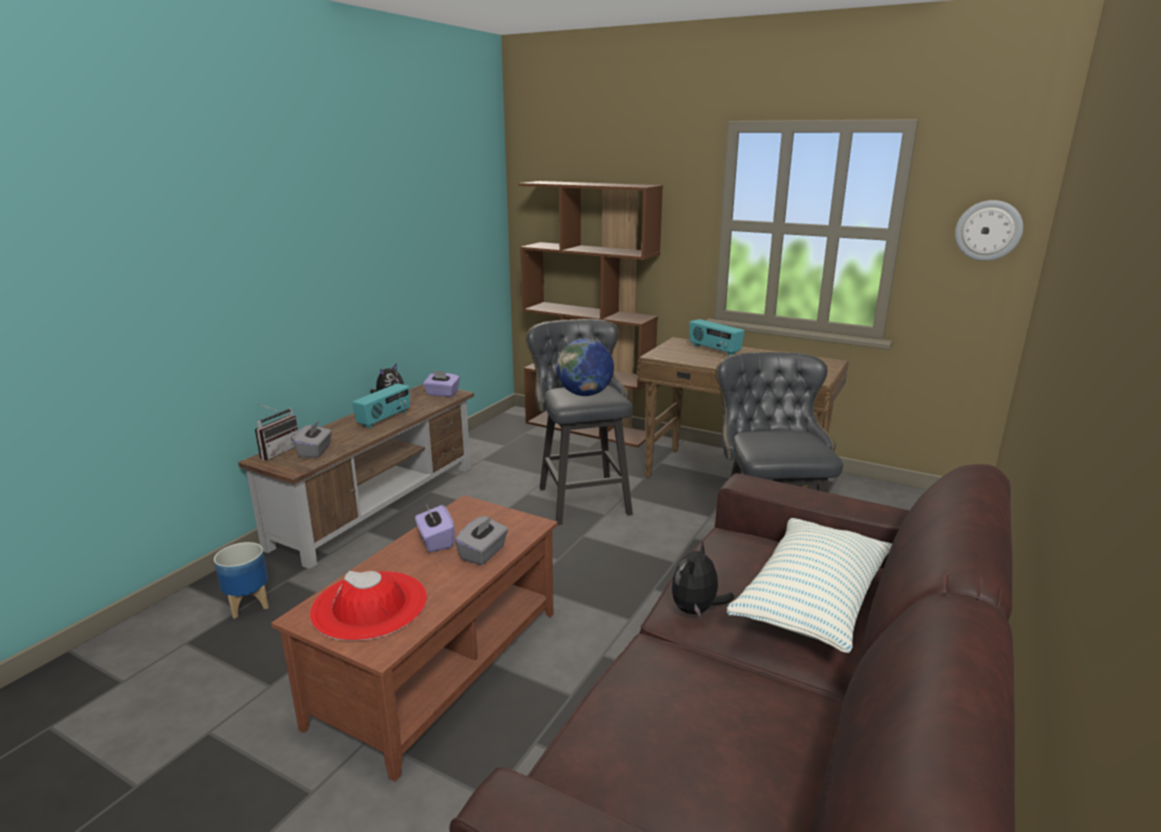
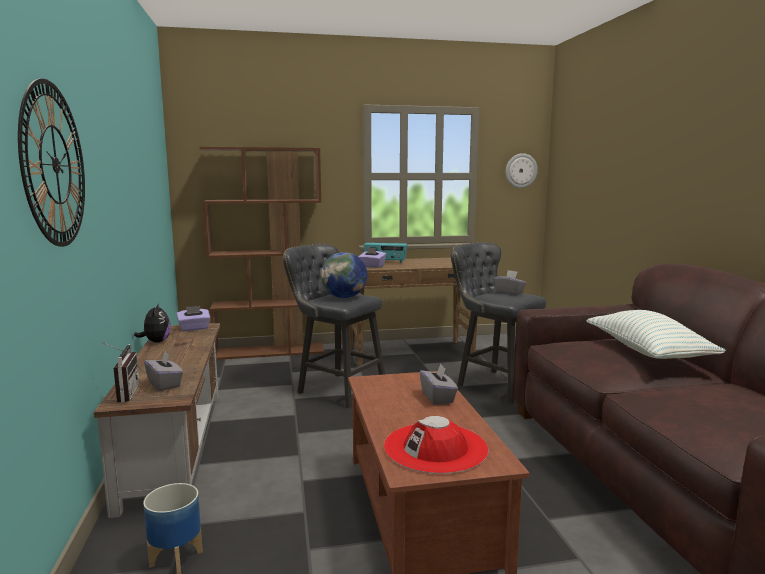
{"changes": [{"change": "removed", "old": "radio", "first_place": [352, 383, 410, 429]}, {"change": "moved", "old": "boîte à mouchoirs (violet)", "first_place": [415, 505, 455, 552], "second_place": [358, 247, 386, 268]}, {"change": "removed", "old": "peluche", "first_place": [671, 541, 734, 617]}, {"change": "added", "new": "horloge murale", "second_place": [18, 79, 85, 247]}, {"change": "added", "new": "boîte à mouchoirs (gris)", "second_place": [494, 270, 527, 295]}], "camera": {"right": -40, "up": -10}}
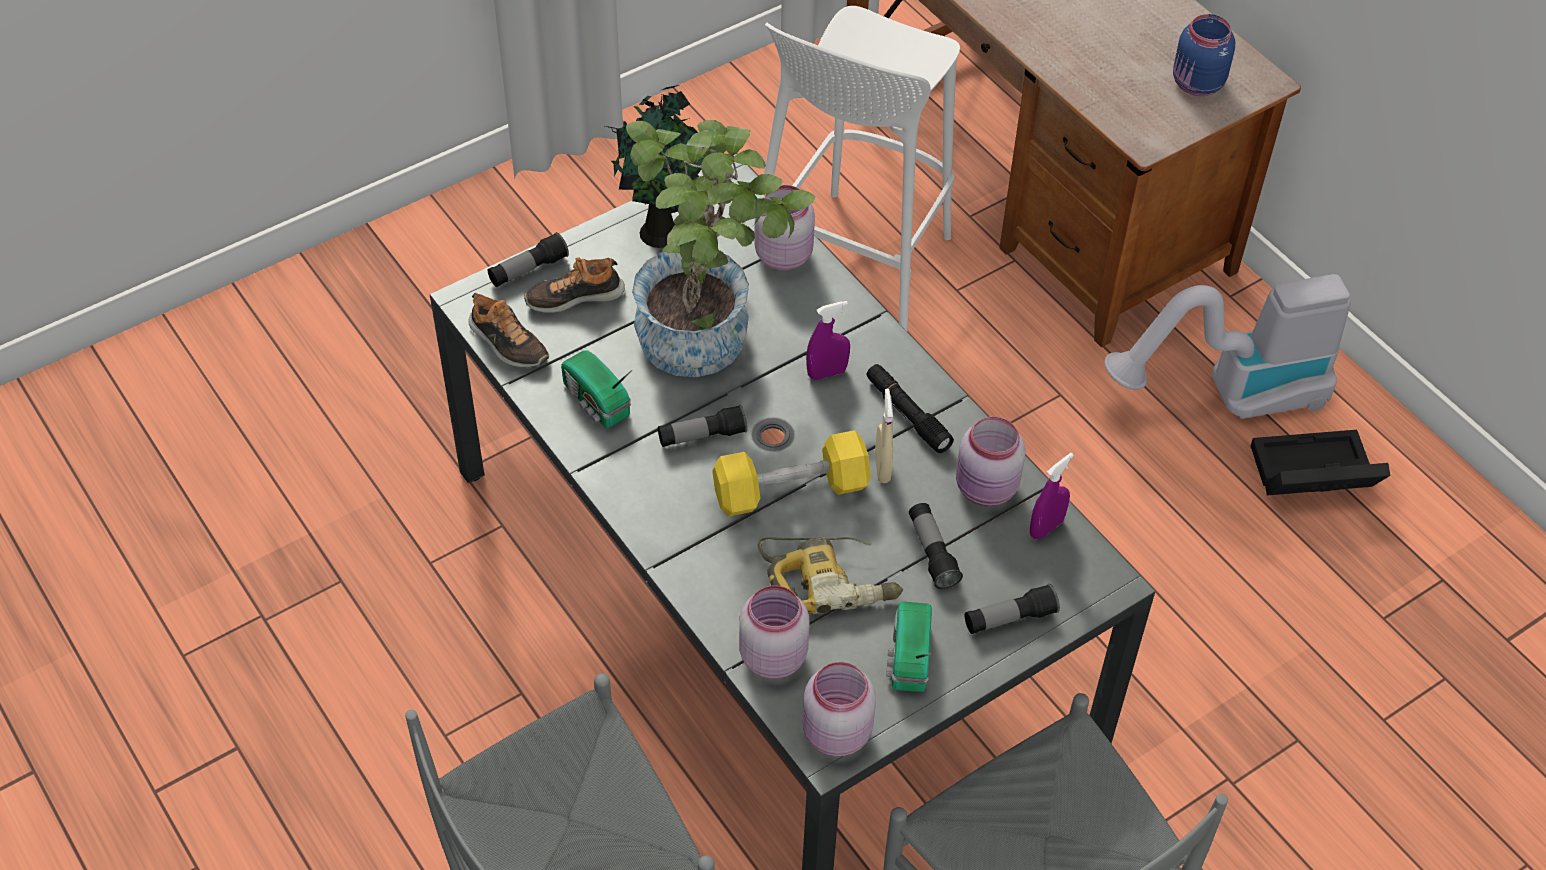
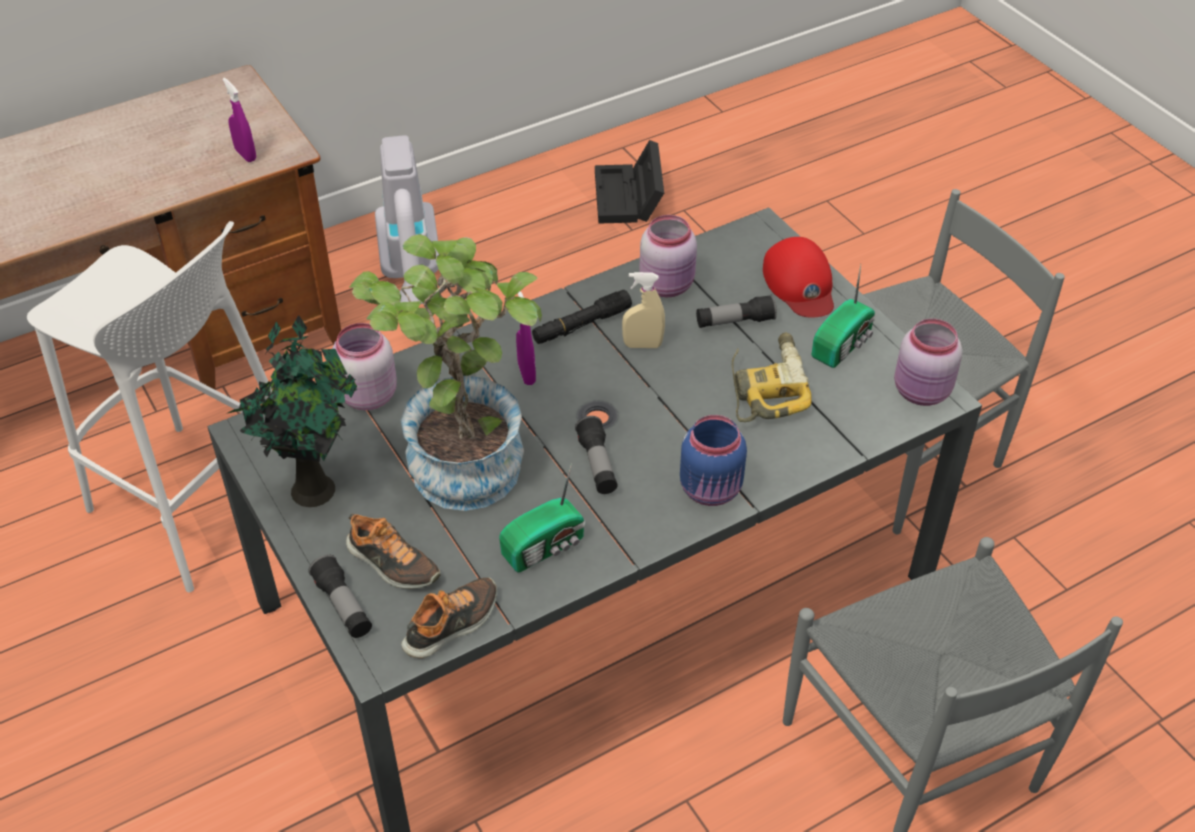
{"changes": [{"change": "moved", "old": "bocal (bleu)", "first_place": [1173, 14, 1235, 96], "second_place": [680, 415, 747, 506]}, {"change": "turned", "old": "chaussure", "first_place": [524, 258, 625, 313], "second_place": [346, 514, 441, 589], "degrees": -45}, {"change": "removed", "old": "haltère (jaune)", "first_place": [712, 430, 871, 517]}, {"change": "moved", "old": "boîte de rangement (noir)", "first_place": [1251, 430, 1390, 495], "second_place": [595, 140, 664, 224]}, {"change": "moved", "old": "vaporisateur (violet)", "first_place": [1030, 453, 1074, 540], "second_place": [223, 78, 256, 162]}, {"change": "replaced", "old": "lampe de poche", "new": "casquette (rouge)", "first_place": [965, 584, 1060, 634], "second_place": [763, 237, 834, 318]}, {"change": "removed", "old": "bocal (rose)", "first_place": [739, 586, 809, 679]}, {"change": "turned", "old": "radio", "first_place": [886, 601, 932, 692], "second_place": [812, 265, 875, 368], "degrees": -60}], "camera": {"right": -85, "up": -5}}
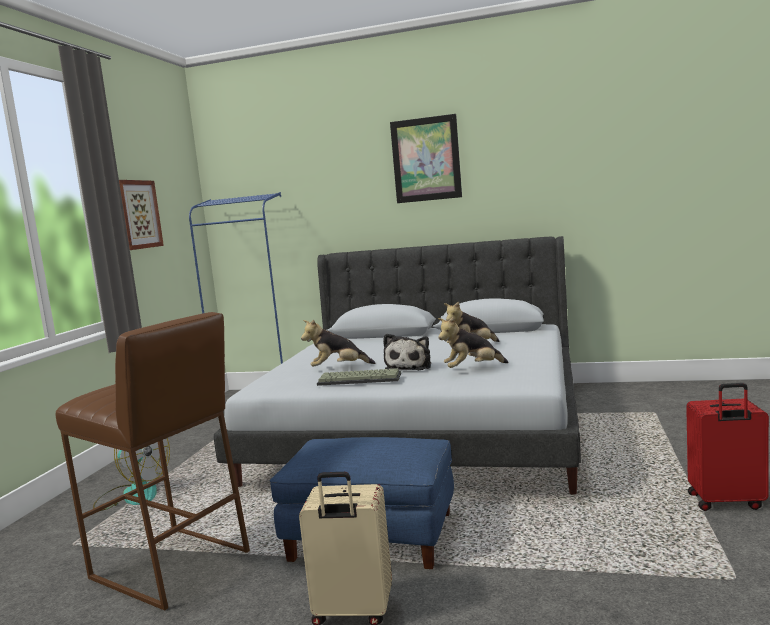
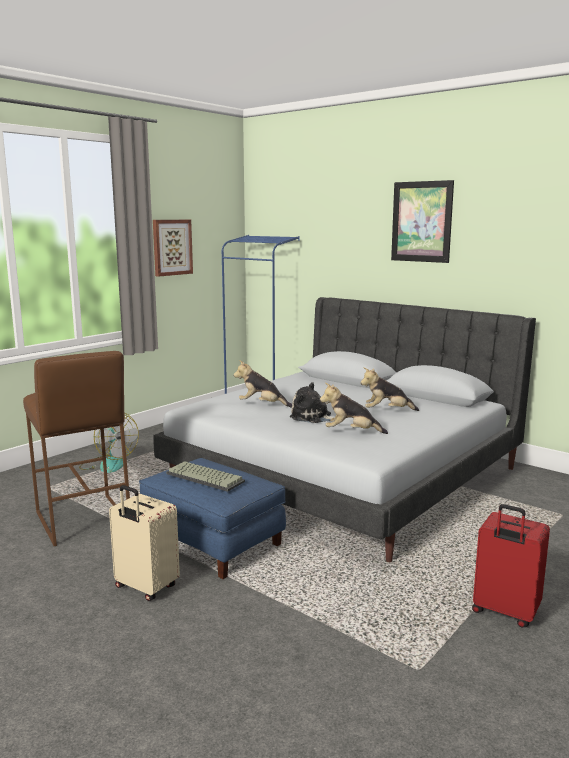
{"changes": [{"change": "turned", "old": "peluche", "first_place": [383, 334, 431, 371], "second_place": [290, 382, 335, 423], "degrees": 75}, {"change": "moved", "old": "clavier", "first_place": [317, 368, 401, 386], "second_place": [166, 461, 245, 492]}], "camera": {"right": 25, "up": 5}}
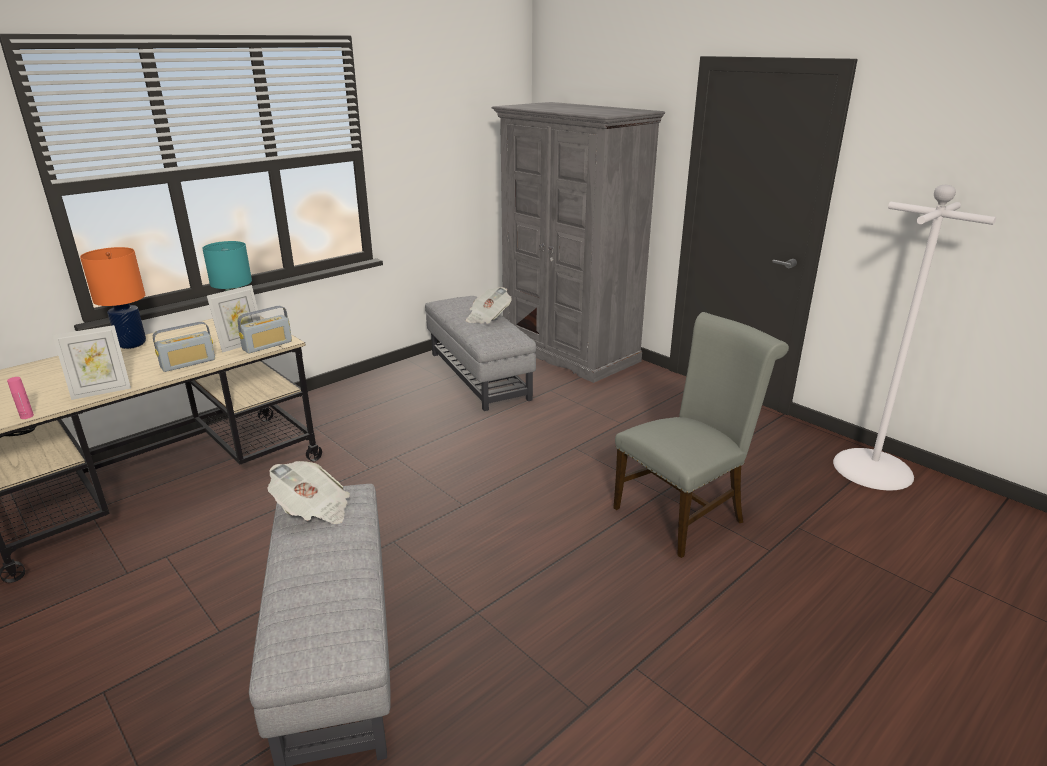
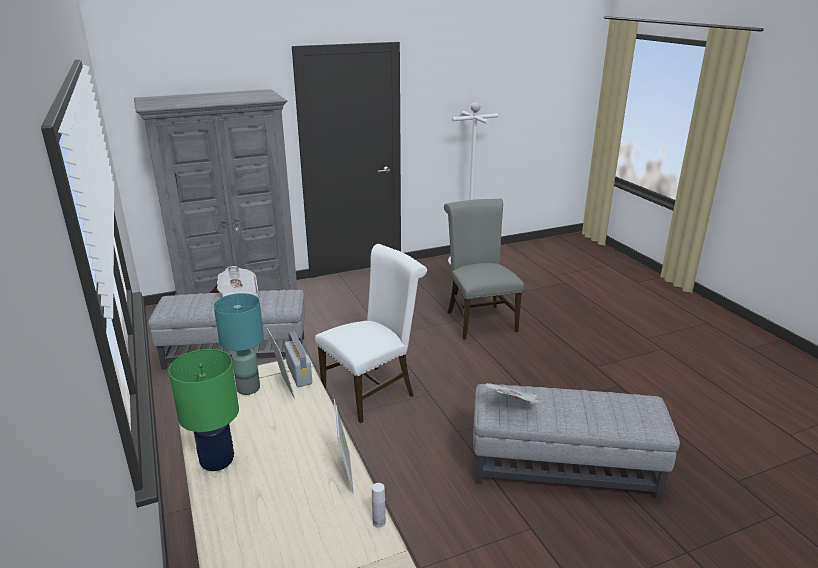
{"changes": [{"change": "recoloured", "old": "lampe de table (orange)", "new": "lampe de table (vert)", "first_place": [80, 247, 146, 349], "second_place": [169, 349, 239, 471]}, {"change": "removed", "old": "radio", "first_place": [153, 322, 215, 372]}, {"change": "recoloured", "old": "bouteille (rose)", "new": "bouteille (blanc)", "first_place": [7, 377, 34, 419], "second_place": [372, 483, 386, 528]}, {"change": "added", "new": "chaise (blanc)", "second_place": [315, 244, 427, 423]}], "camera": {"right": -70, "up": 0}}
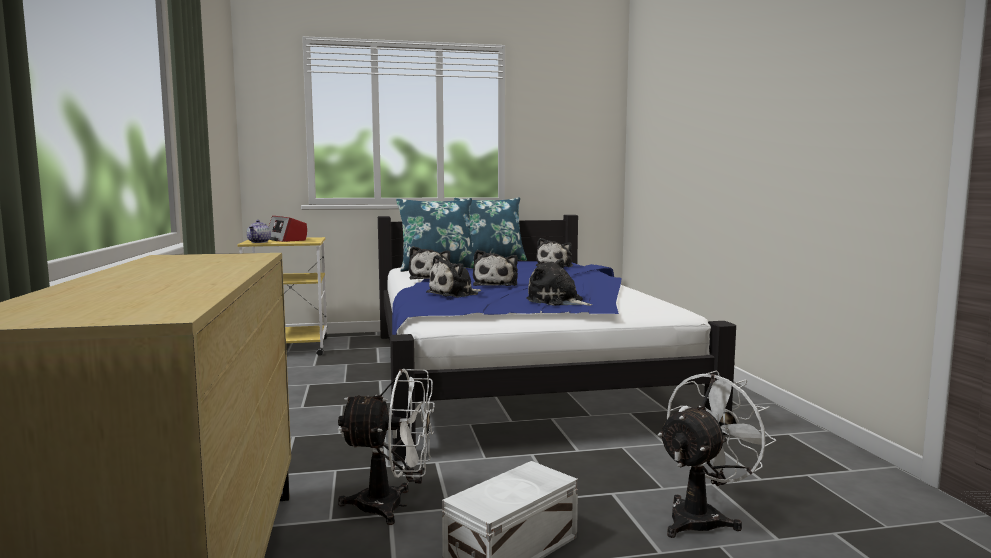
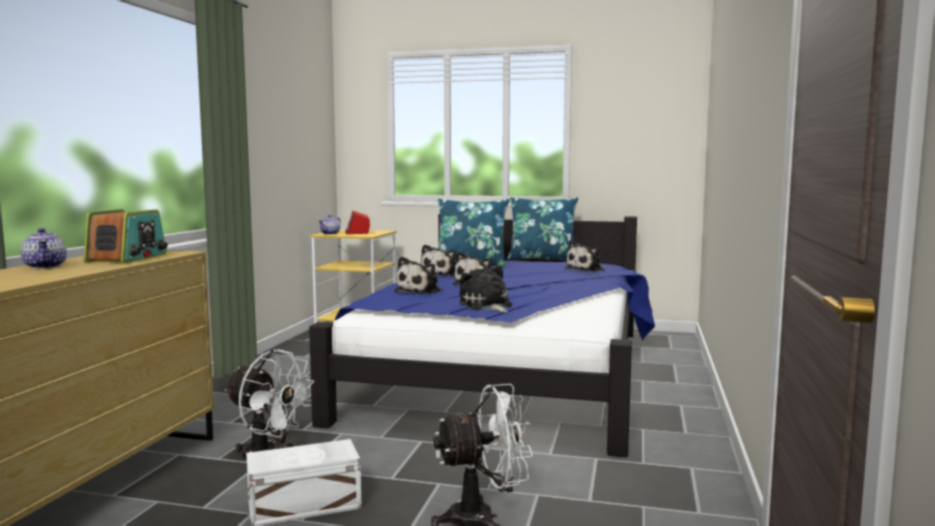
{"changes": [{"change": "turned", "old": "peluche", "first_place": [426, 255, 482, 298], "second_place": [394, 257, 443, 295], "degrees": -45}, {"change": "added", "new": "radio", "second_place": [84, 209, 168, 263]}, {"change": "added", "new": "théière", "second_place": [20, 228, 67, 269]}], "camera": {"right": 25, "up": 0}}
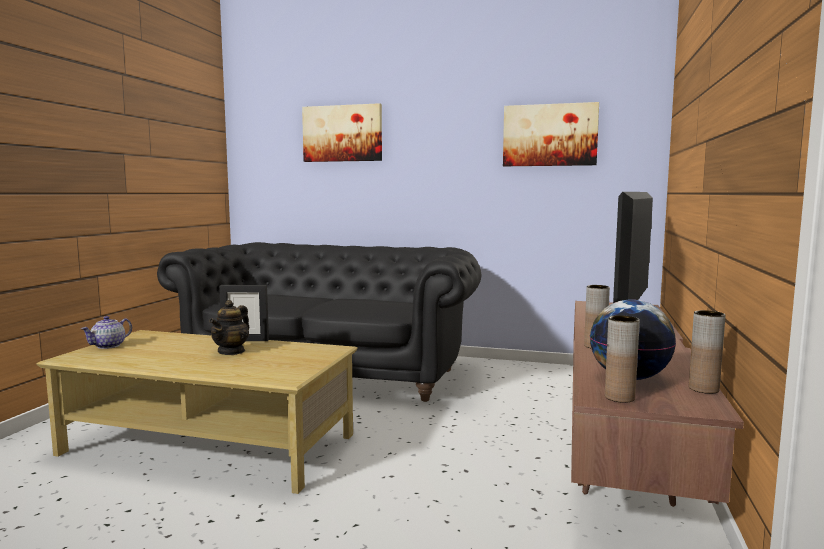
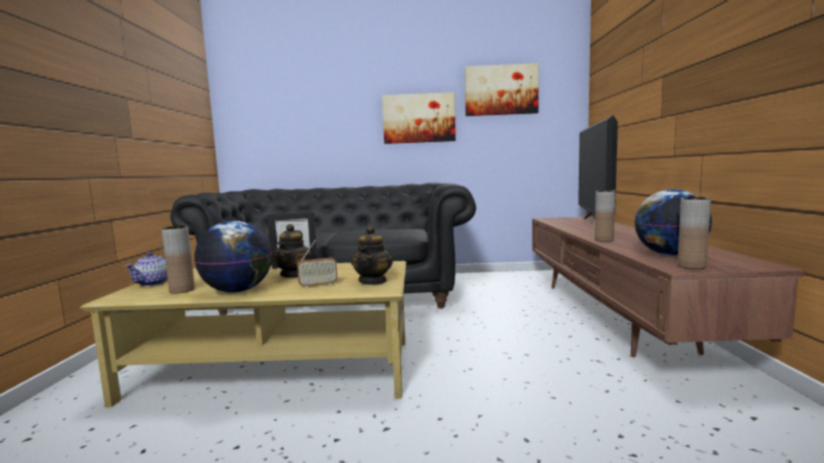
{"changes": [{"change": "moved", "old": "tableau", "first_place": [302, 103, 382, 162], "second_place": [382, 92, 456, 144]}, {"change": "moved", "old": "vase (marron)", "first_place": [689, 310, 726, 394], "second_place": [162, 226, 195, 294]}, {"change": "added", "new": "globe", "second_place": [194, 221, 272, 293]}, {"change": "added", "new": "théière", "second_place": [351, 226, 393, 285]}, {"change": "added", "new": "radio", "second_place": [297, 239, 337, 288]}], "camera": {"right": -15, "up": 0}}
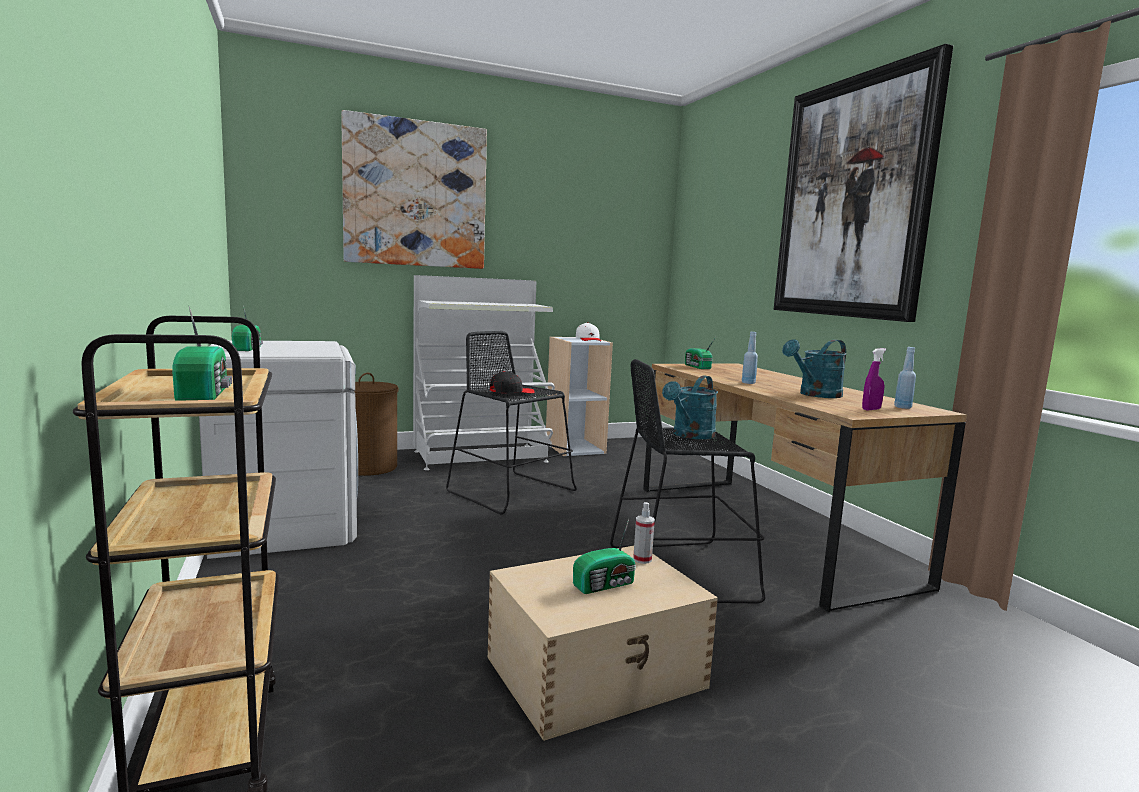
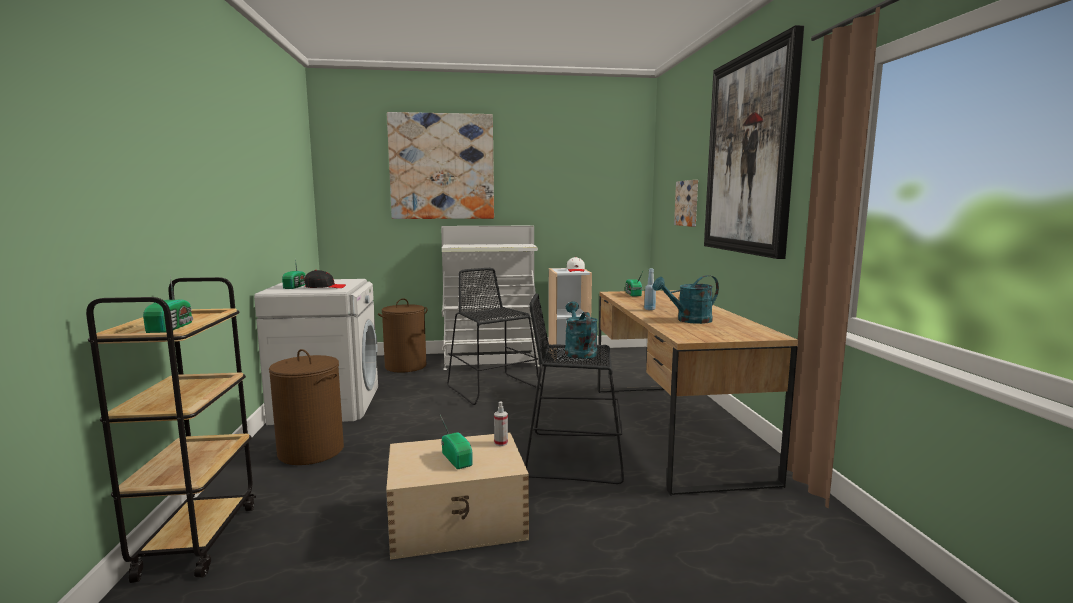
{"changes": [{"change": "removed", "old": "bouteille (bleu)", "first_place": [894, 347, 916, 409]}, {"change": "removed", "old": "vaporisateur (violet)", "first_place": [862, 348, 886, 411]}, {"change": "moved", "old": "casquette (noir)", "first_place": [490, 371, 535, 393], "second_place": [304, 270, 346, 288]}, {"change": "turned", "old": "arrosoir (turquoise)", "first_place": [662, 375, 718, 439], "second_place": [565, 301, 598, 359], "degrees": 120}, {"change": "turned", "old": "radio", "first_place": [573, 519, 636, 594], "second_place": [439, 413, 473, 469], "degrees": -105}, {"change": "added", "new": "tableau", "second_place": [674, 180, 698, 227]}, {"change": "added", "new": "panier à linge (marron)", "second_place": [269, 349, 344, 465]}], "camera": {"right": 15, "up": 0}}
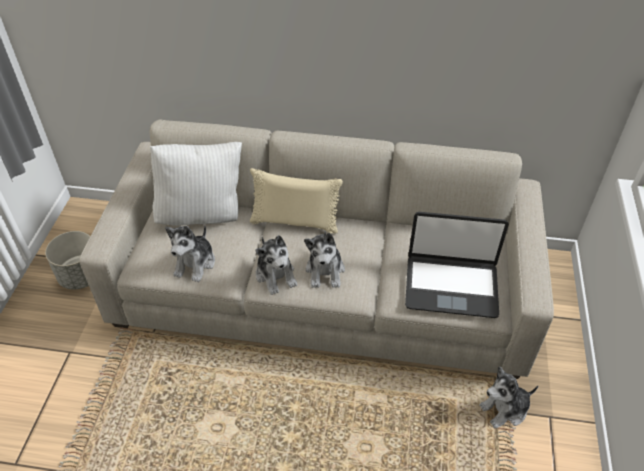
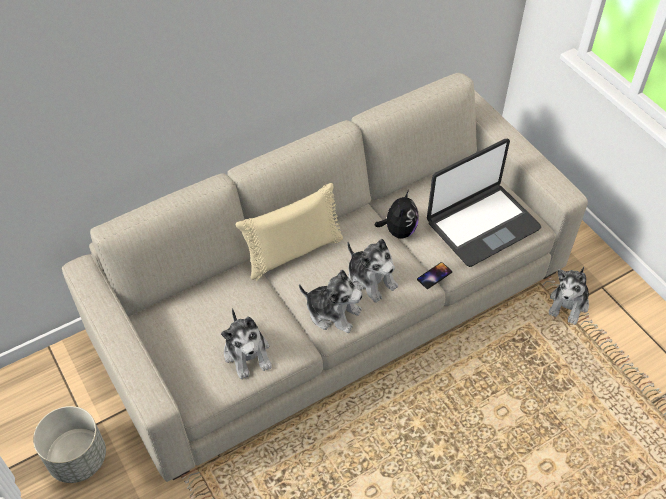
{"changes": [{"change": "removed", "old": "coussin (blanc)", "first_place": [150, 142, 242, 226]}, {"change": "added", "new": "peluche", "second_place": [374, 190, 419, 238]}, {"change": "added", "new": "téléphone", "second_place": [417, 262, 452, 289]}], "camera": {"right": -40, "up": 5}}
